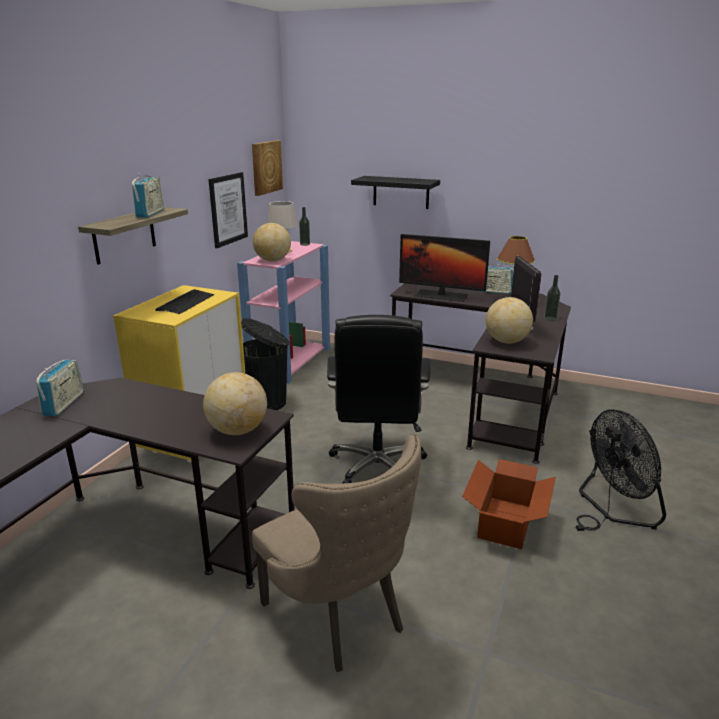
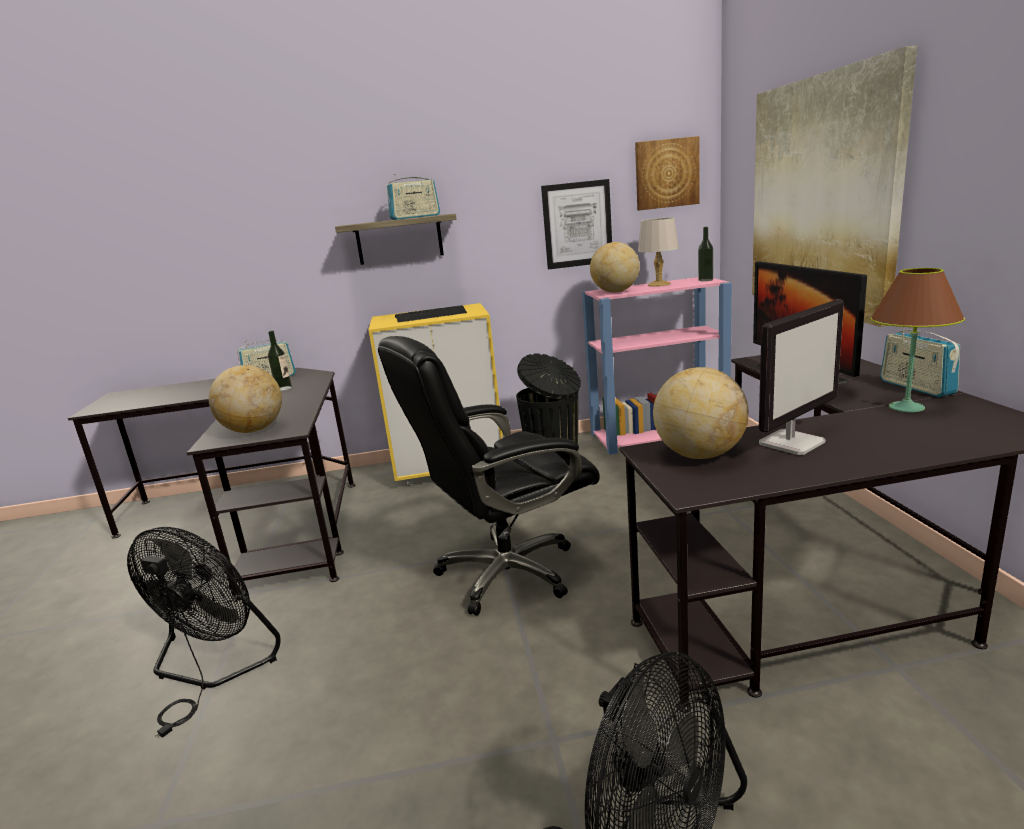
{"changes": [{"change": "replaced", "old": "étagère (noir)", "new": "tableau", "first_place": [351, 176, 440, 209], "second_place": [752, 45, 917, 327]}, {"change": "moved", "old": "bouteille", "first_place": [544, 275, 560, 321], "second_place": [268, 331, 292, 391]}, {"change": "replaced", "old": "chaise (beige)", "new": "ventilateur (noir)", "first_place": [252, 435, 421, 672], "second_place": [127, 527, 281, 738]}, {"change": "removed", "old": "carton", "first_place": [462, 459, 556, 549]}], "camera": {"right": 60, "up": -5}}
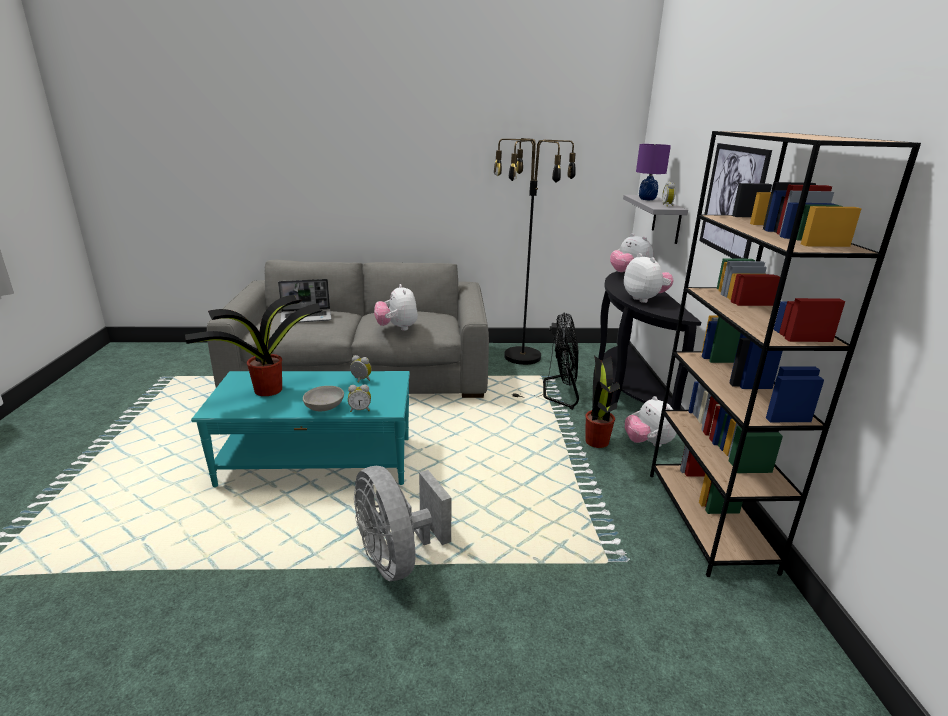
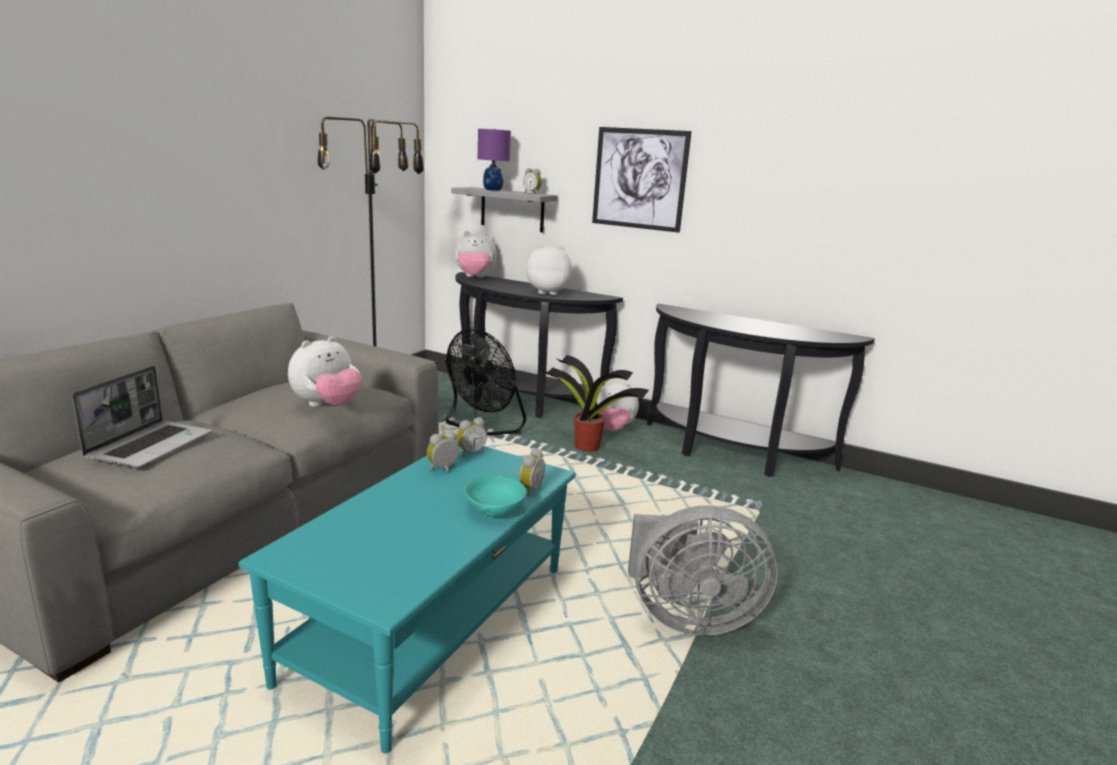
{"changes": [{"change": "replaced", "old": "bibliothèque (beige)", "new": "table console (noir)", "first_place": [650, 131, 921, 577], "second_place": [647, 303, 875, 477]}, {"change": "turned", "old": "peluche", "first_place": [374, 284, 418, 331], "second_place": [288, 336, 362, 407], "degrees": -60}, {"change": "removed", "old": "plante en pot", "first_place": [185, 295, 323, 396]}, {"change": "recoloured", "old": "bol (gris)", "new": "bol (turquoise)", "first_place": [303, 386, 344, 411], "second_place": [464, 475, 527, 516]}, {"change": "added", "new": "réveil", "second_place": [456, 417, 487, 457]}], "camera": {"right": -60, "up": -5}}
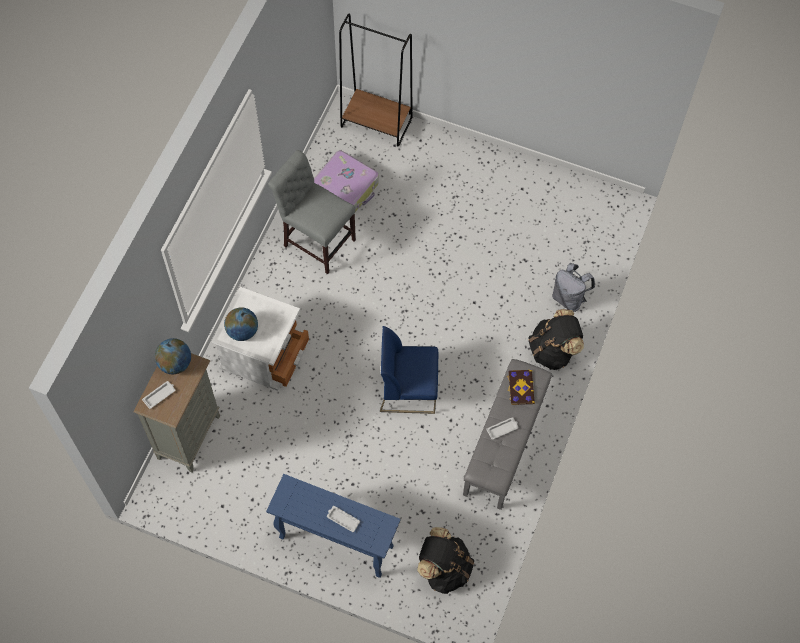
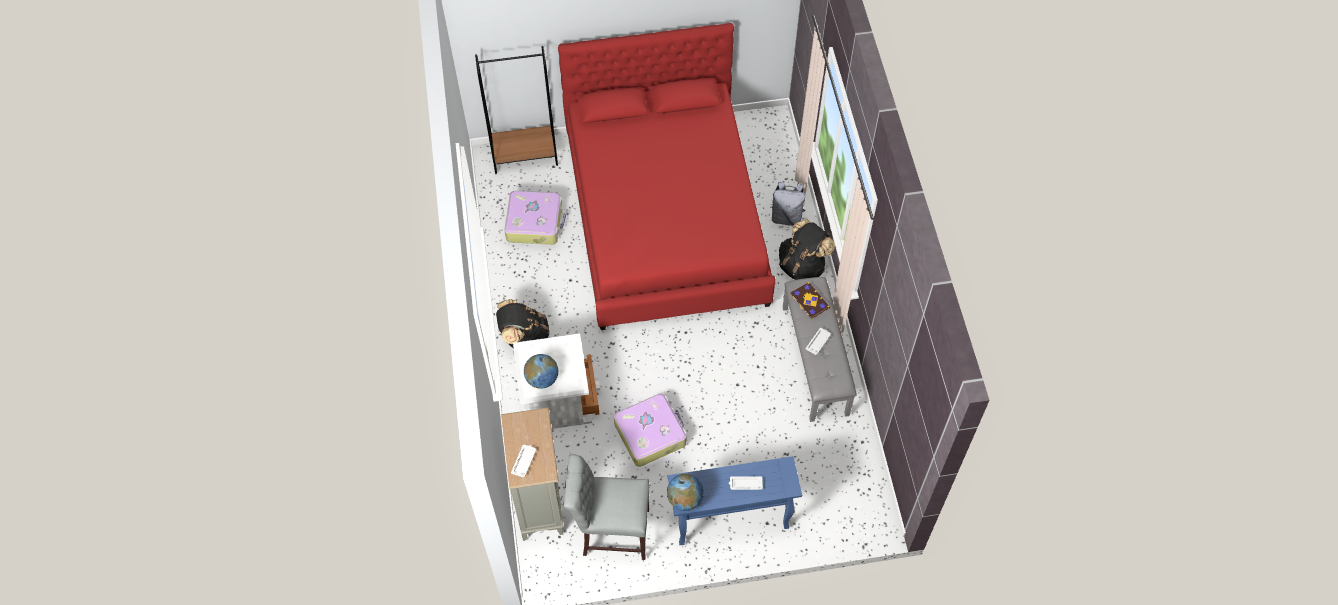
{"changes": [{"change": "moved", "old": "chaise (gris)", "first_place": [268, 150, 356, 274], "second_place": [564, 454, 650, 560]}, {"change": "removed", "old": "chaise (bleu)", "first_place": [380, 326, 438, 414]}, {"change": "moved", "old": "globe", "first_place": [155, 338, 191, 374], "second_place": [667, 474, 704, 511]}, {"change": "moved", "old": "sac à dos (noir)", "first_place": [417, 527, 474, 594], "second_place": [496, 299, 550, 349]}, {"change": "added", "new": "lit (rouge)", "second_place": [558, 23, 776, 330]}, {"change": "added", "new": "valise", "second_place": [614, 394, 686, 467]}], "camera": {"right": -30, "up": -5}}
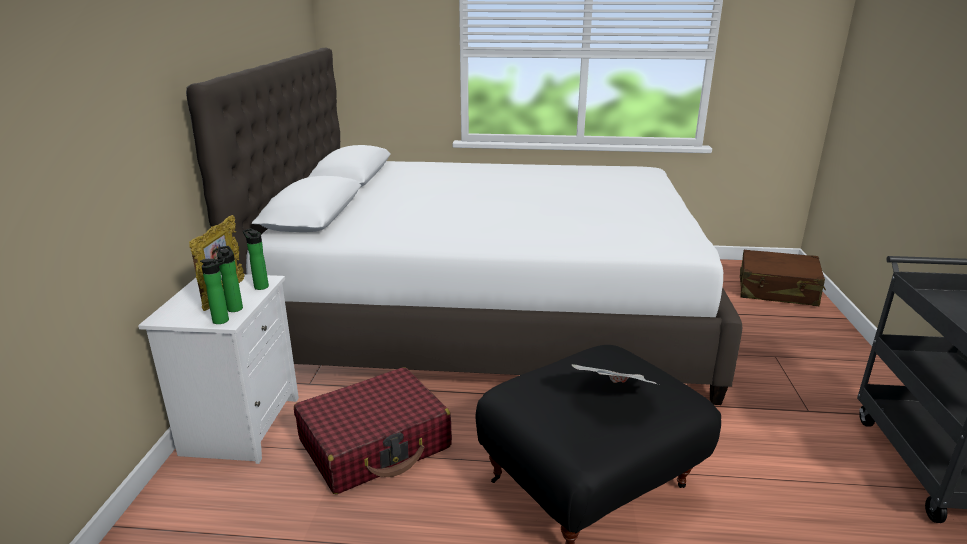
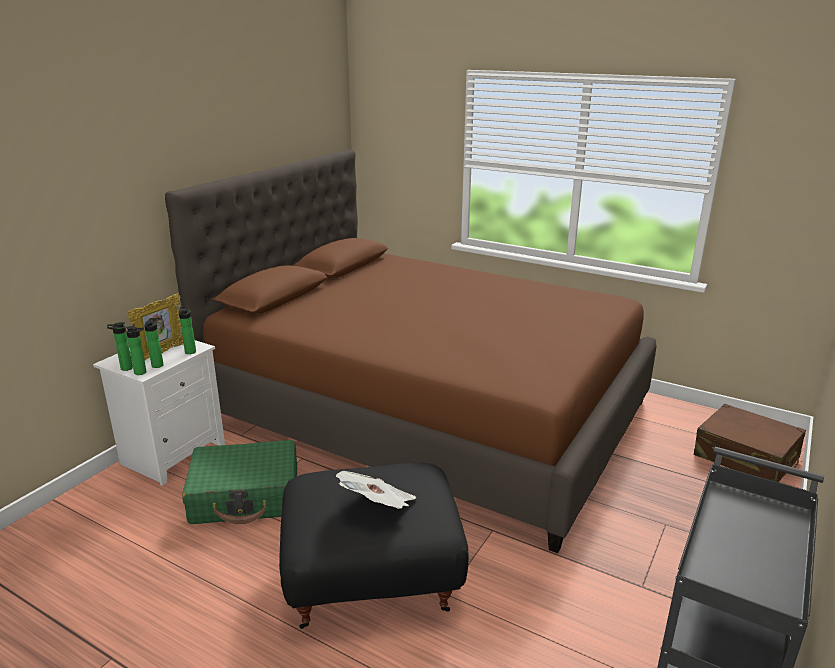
{"changes": [{"change": "recoloured", "old": "lit (blanc)", "new": "lit (marron)", "first_place": [186, 48, 742, 405], "second_place": [165, 150, 657, 553]}, {"change": "recoloured", "old": "valise (rouge)", "new": "valise (vert)", "first_place": [294, 367, 452, 494], "second_place": [182, 440, 297, 524]}, {"change": "added", "new": "bouteille", "second_place": [107, 322, 133, 371]}], "camera": {"right": 25, "up": 0}}
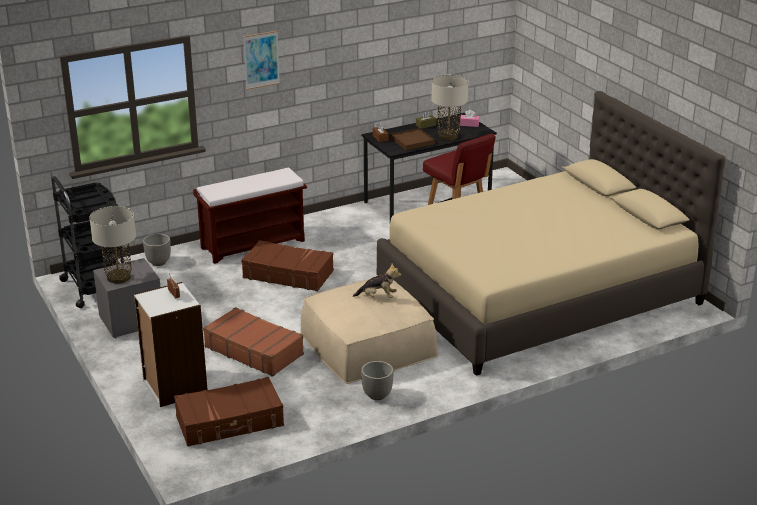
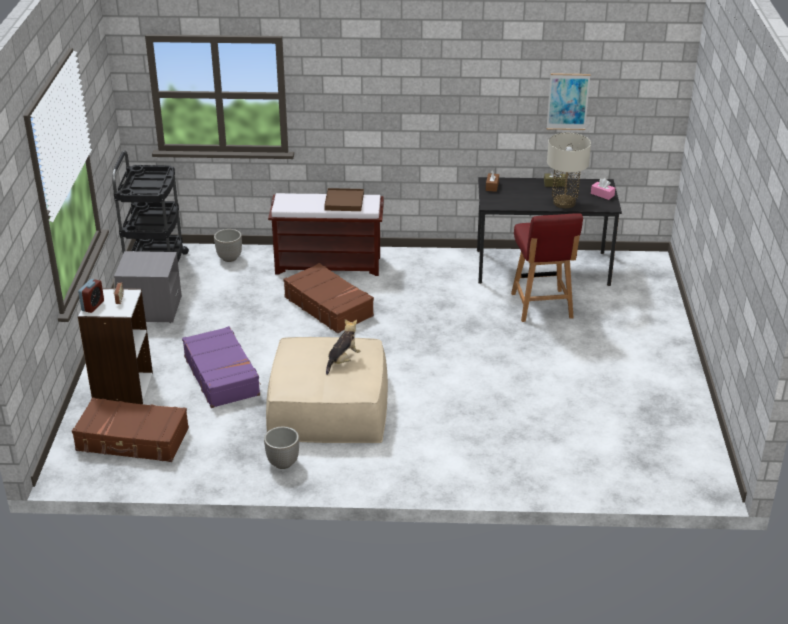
{"changes": [{"change": "moved", "old": "tableau", "first_place": [243, 31, 280, 90], "second_place": [546, 73, 591, 130]}, {"change": "removed", "old": "lit (beige)", "first_place": [376, 91, 726, 376]}, {"change": "moved", "old": "plateau (marron)", "first_place": [391, 128, 435, 150], "second_place": [324, 188, 364, 211]}, {"change": "removed", "old": "lampe de table", "first_place": [89, 206, 136, 284]}, {"change": "turned", "old": "peluche", "first_place": [353, 264, 401, 298], "second_place": [326, 319, 361, 375], "degrees": -90}, {"change": "recoloured", "old": "valise (marron)", "new": "valise (violet)", "first_place": [203, 307, 304, 377], "second_place": [182, 326, 260, 408]}, {"change": "added", "new": "réveil", "second_place": [78, 279, 104, 313]}], "camera": {"right": 30, "up": 5}}
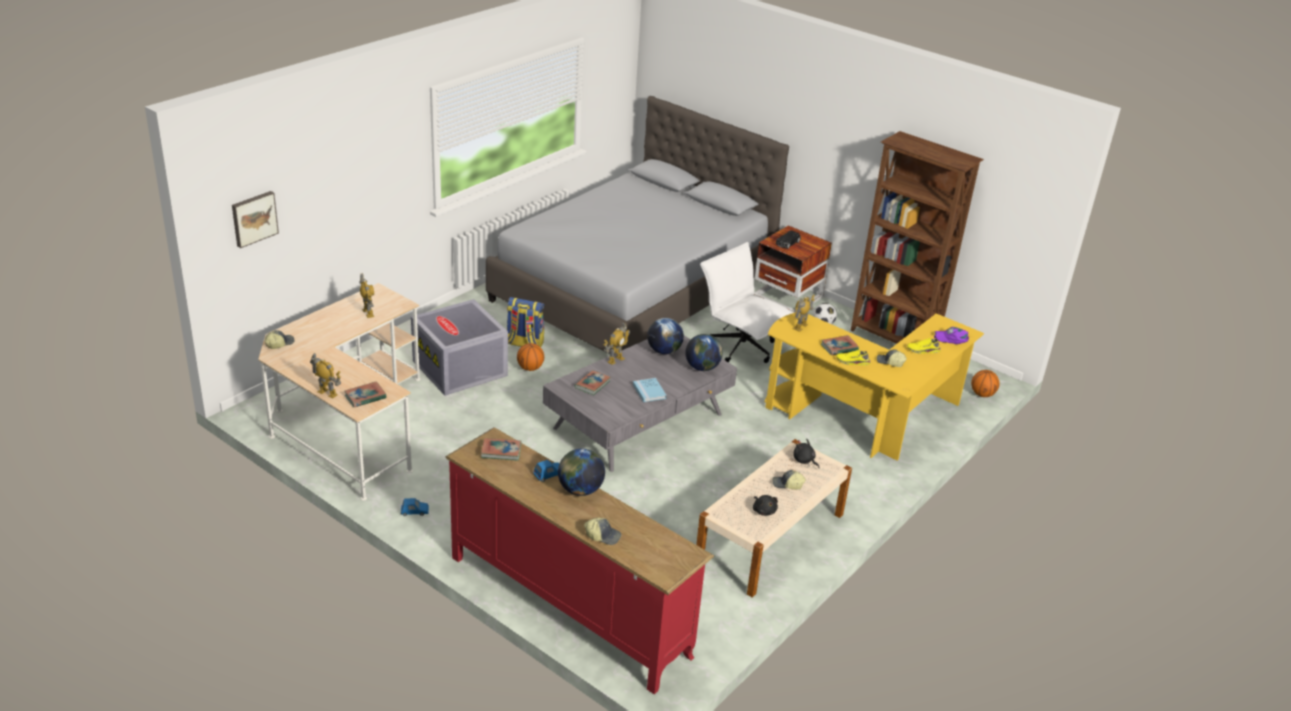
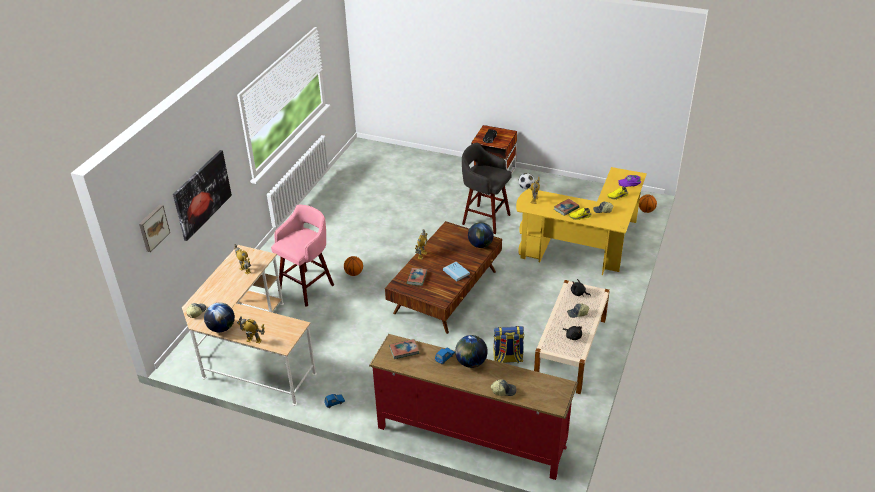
{"changes": [{"change": "removed", "old": "lit (gris)", "first_place": [486, 96, 789, 354]}, {"change": "removed", "old": "bibliothèque (marron)", "first_place": [851, 131, 984, 344]}, {"change": "replaced", "old": "chaise de bureau (blanc)", "new": "tabouret (gris)", "first_place": [700, 242, 793, 363], "second_place": [462, 143, 512, 234]}, {"change": "moved", "old": "sac à dos", "first_place": [507, 297, 544, 348], "second_place": [493, 326, 524, 363]}, {"change": "replaced", "old": "boîte de rangement (gris)", "new": "tabouret (rose)", "first_place": [411, 299, 508, 396], "second_place": [271, 205, 334, 307]}, {"change": "moved", "old": "globe", "first_place": [647, 318, 684, 354], "second_place": [204, 303, 235, 332]}, {"change": "recoloured", "old": "table basse (gris)", "new": "table basse (marron)", "first_place": [543, 336, 737, 472], "second_place": [385, 221, 502, 334]}, {"change": "removed", "old": "livre", "first_place": [345, 381, 387, 407]}, {"change": "added", "new": "tableau", "second_place": [173, 150, 232, 241]}], "camera": {"right": -15, "up": 5}}
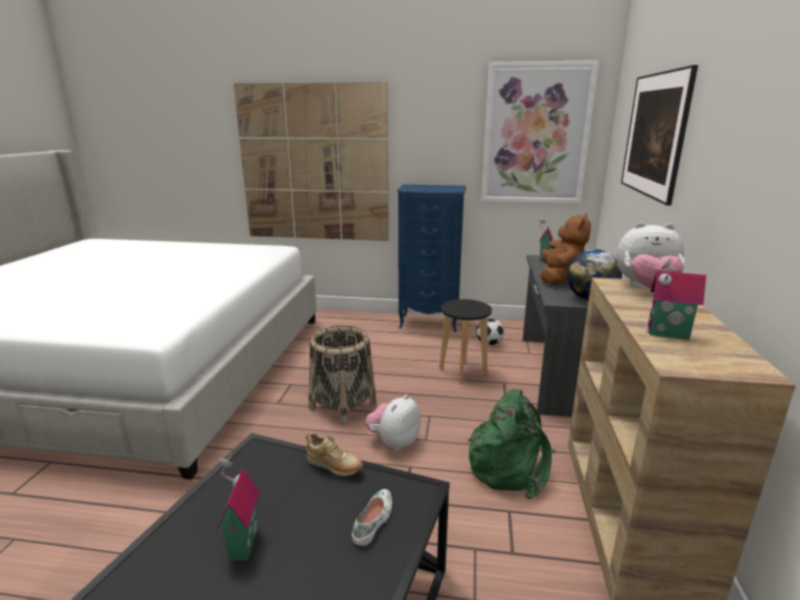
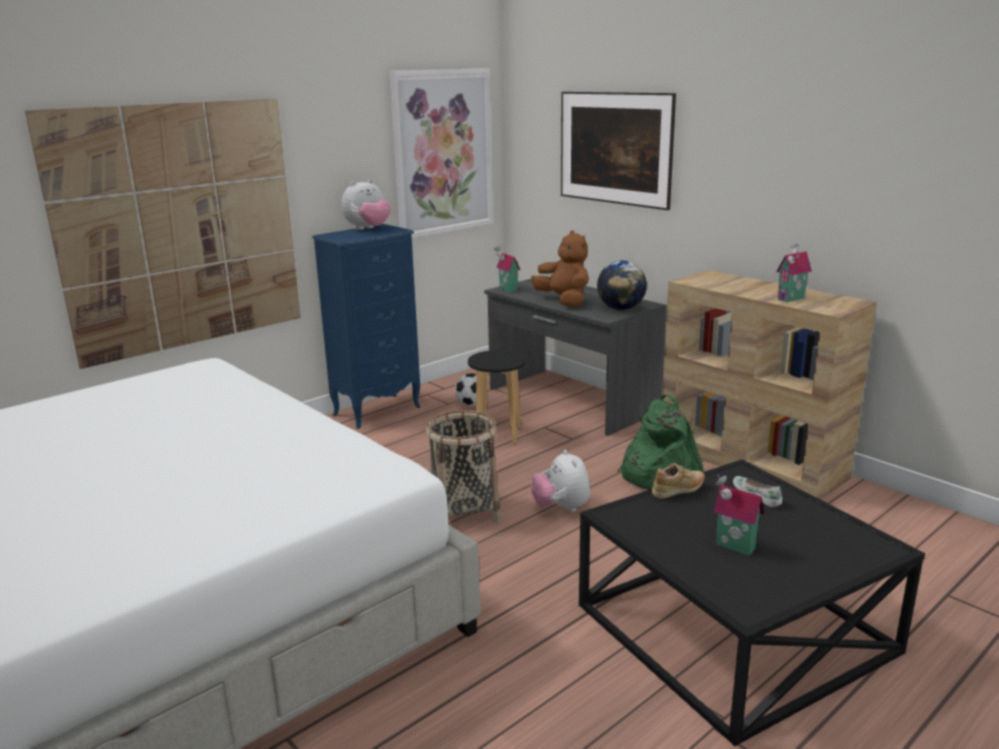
{"changes": [{"change": "moved", "old": "peluche", "first_place": [616, 222, 685, 289], "second_place": [342, 179, 391, 230]}], "camera": {"right": -50, "up": 0}}
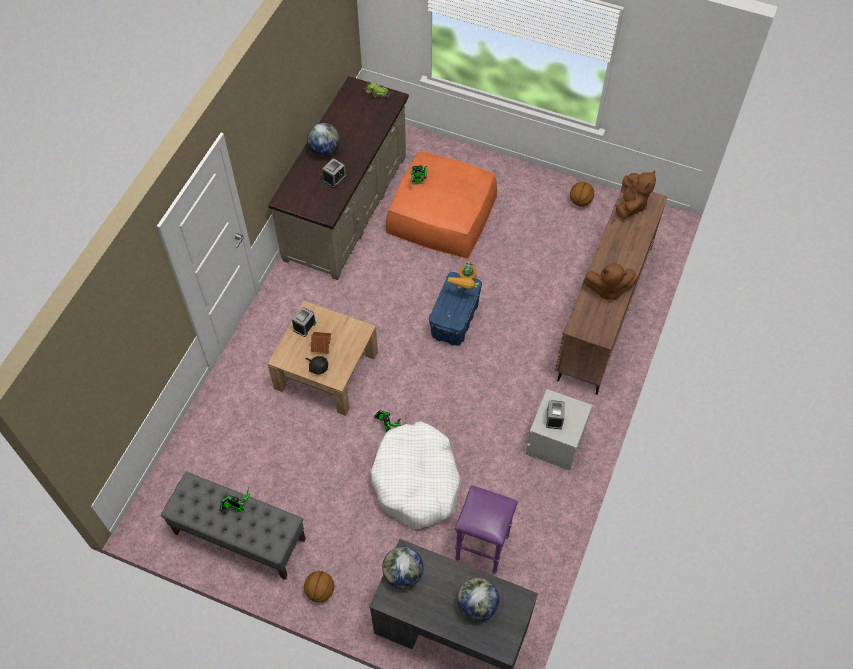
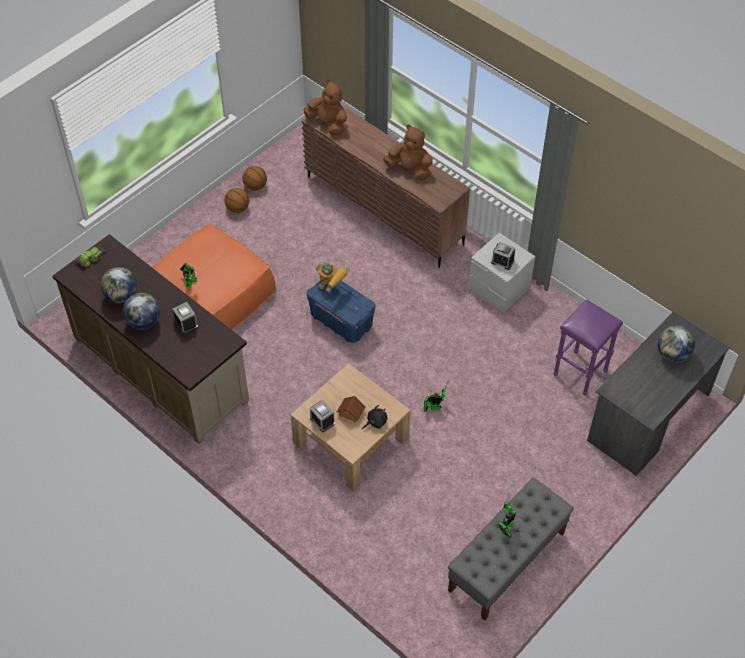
{"changes": [{"change": "turned", "old": "peluche (marron)", "first_place": [583, 263, 638, 302], "second_place": [383, 125, 433, 180], "degrees": -90}, {"change": "removed", "old": "panier pour chien (blanc)", "first_place": [371, 421, 461, 529]}, {"change": "moved", "old": "globe", "first_place": [382, 547, 423, 589], "second_place": [101, 267, 137, 303]}, {"change": "moved", "old": "ballon de basket", "first_place": [304, 571, 334, 602], "second_place": [225, 188, 249, 213]}], "camera": {"right": -70, "up": -5}}
